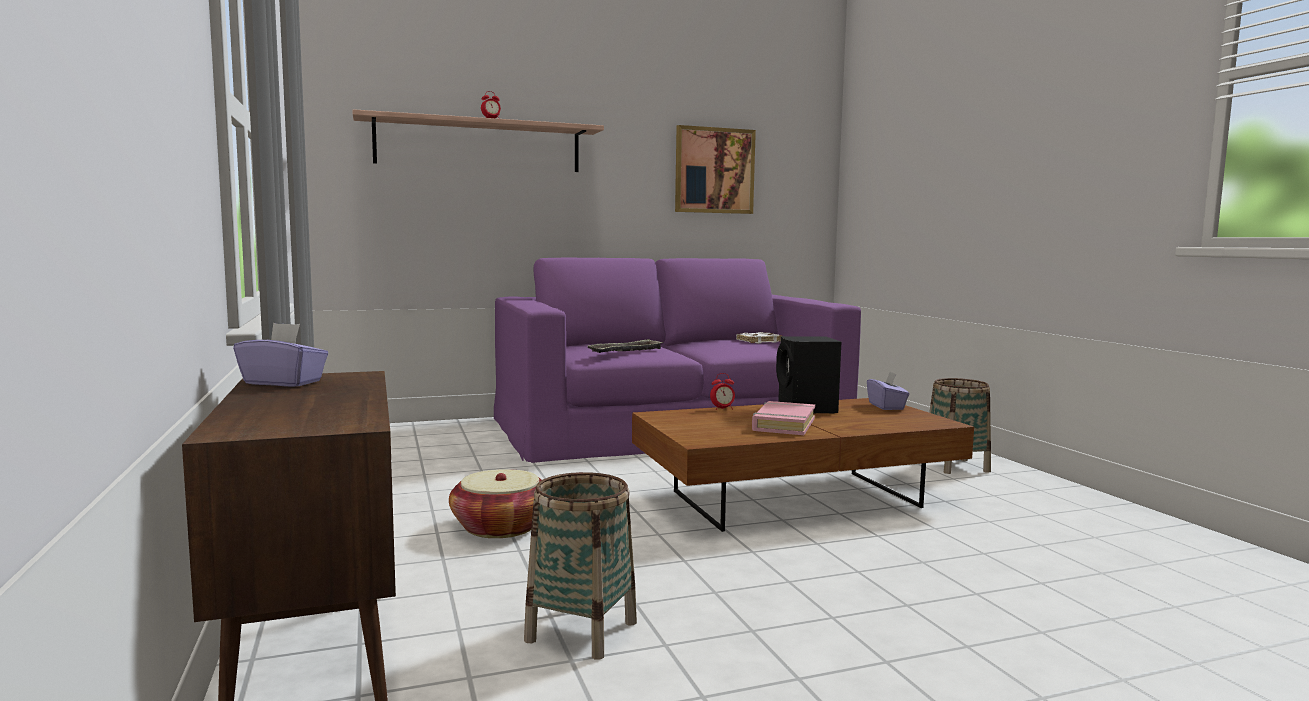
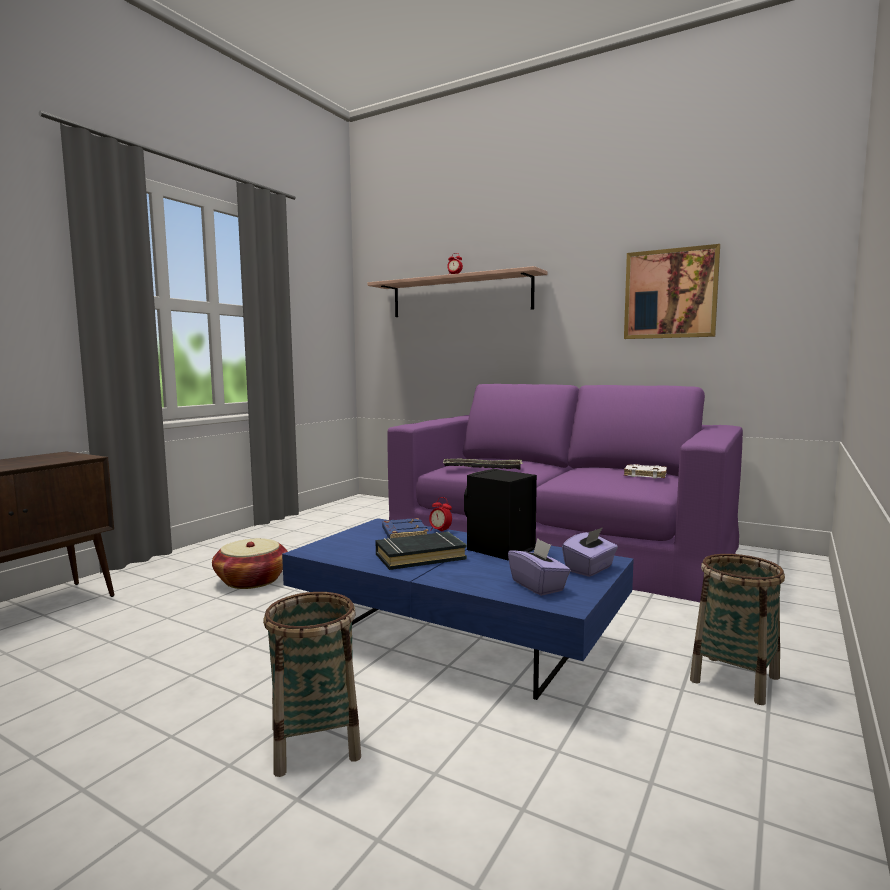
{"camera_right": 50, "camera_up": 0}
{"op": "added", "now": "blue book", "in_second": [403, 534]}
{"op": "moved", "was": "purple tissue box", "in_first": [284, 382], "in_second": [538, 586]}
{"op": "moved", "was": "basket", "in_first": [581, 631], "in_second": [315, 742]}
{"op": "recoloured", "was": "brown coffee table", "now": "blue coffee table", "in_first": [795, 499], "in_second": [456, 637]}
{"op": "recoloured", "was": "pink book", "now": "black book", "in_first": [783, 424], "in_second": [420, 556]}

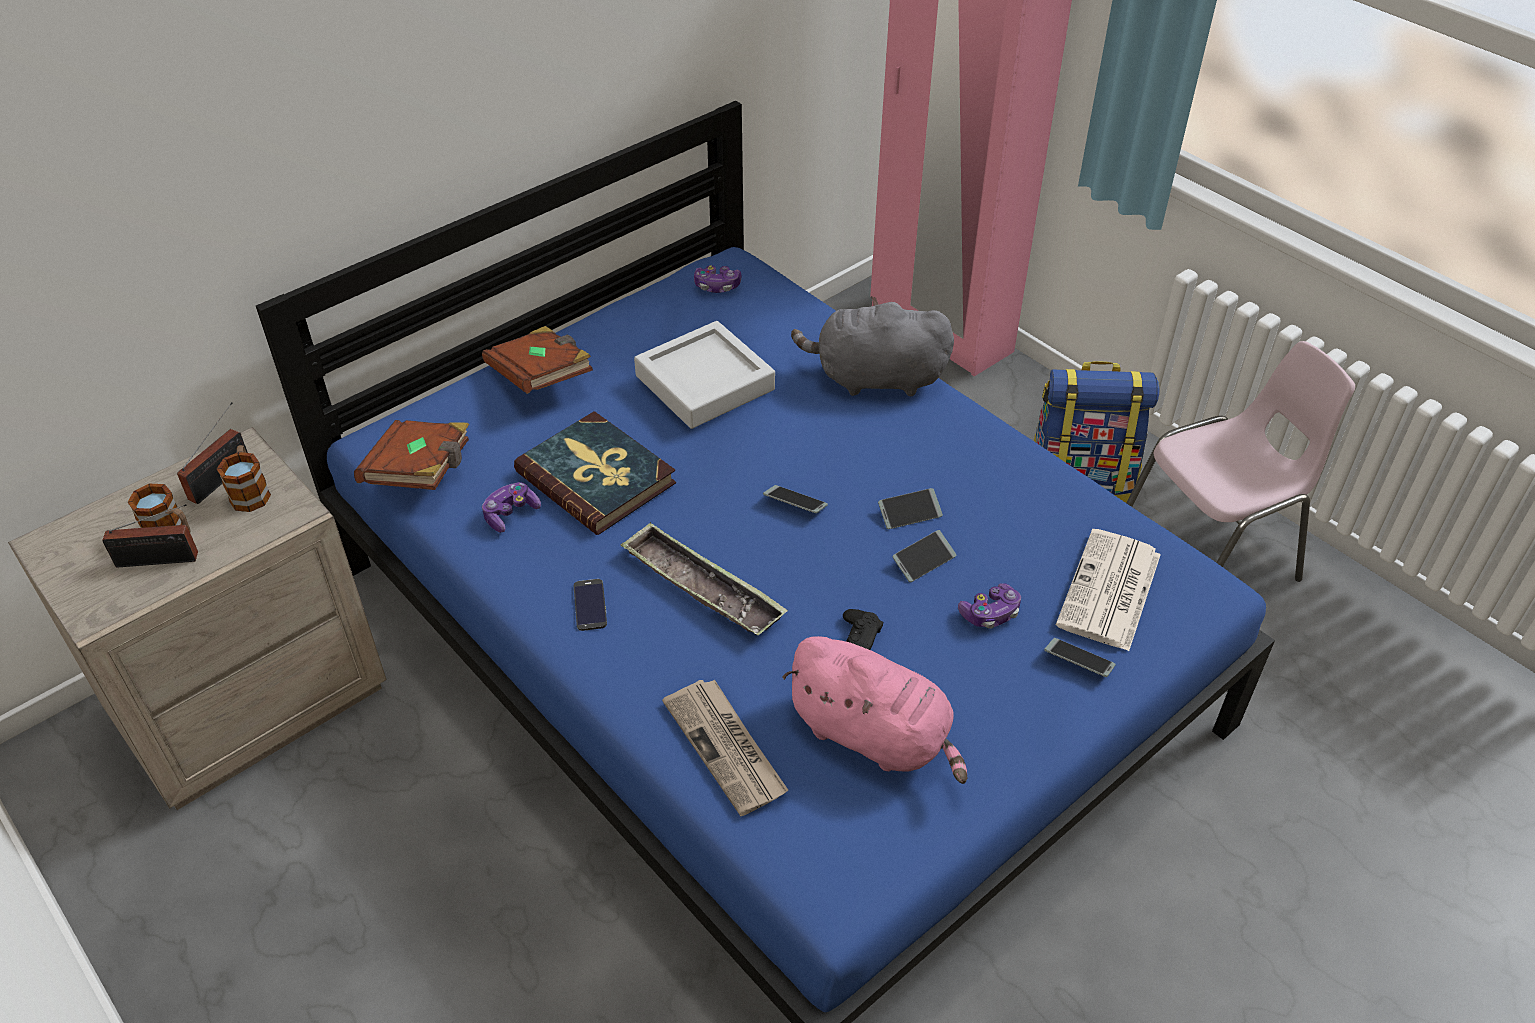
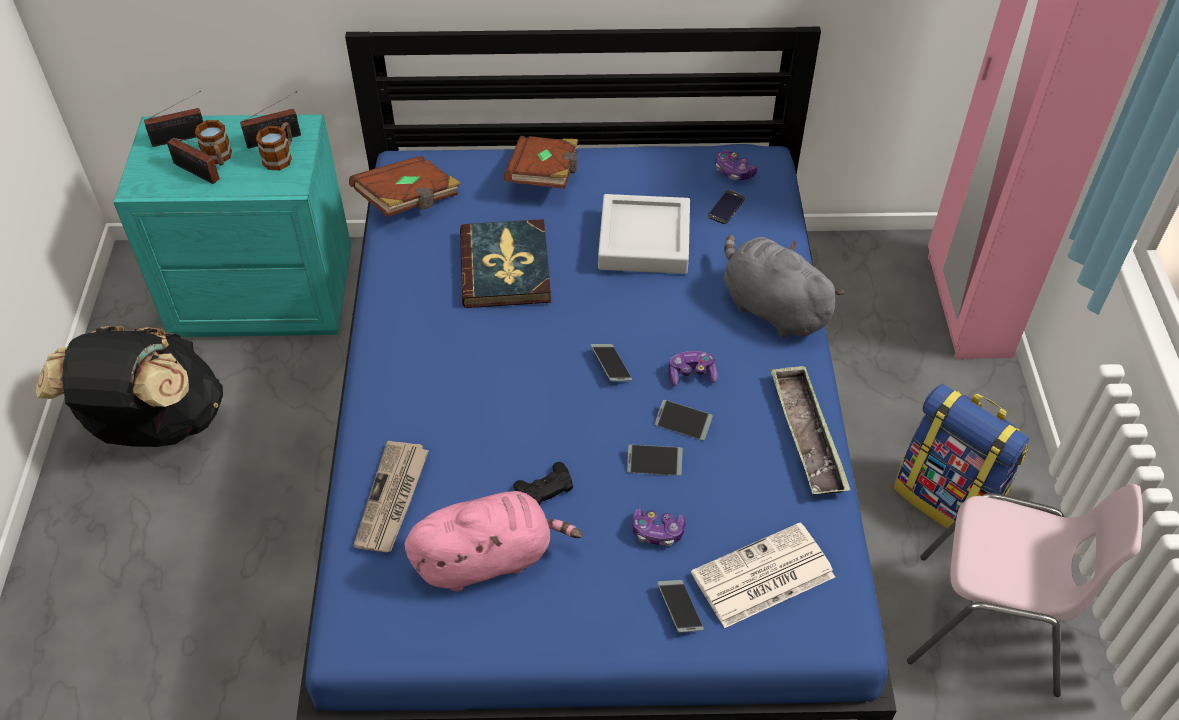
{"camera_right": 40, "camera_up": 5}
{"op": "added", "now": "black backpack", "in_second": [154, 427]}
{"op": "added", "now": "radio", "in_second": [182, 138]}
{"op": "moved", "was": "game controller", "in_first": [510, 514], "in_second": [691, 374]}
{"op": "moved", "was": "phone", "in_first": [590, 605], "in_second": [726, 207]}
{"op": "moved", "was": "tray", "in_first": [702, 587], "in_second": [807, 435]}
{"op": "recoloured", "was": "beige nightstand", "now": "turquoise nightstand", "in_first": [248, 700], "in_second": [264, 294]}
{"op": "turned", "was": "pink plush toy", "in_first": [874, 736], "in_second": [488, 558], "clockwise": -90}

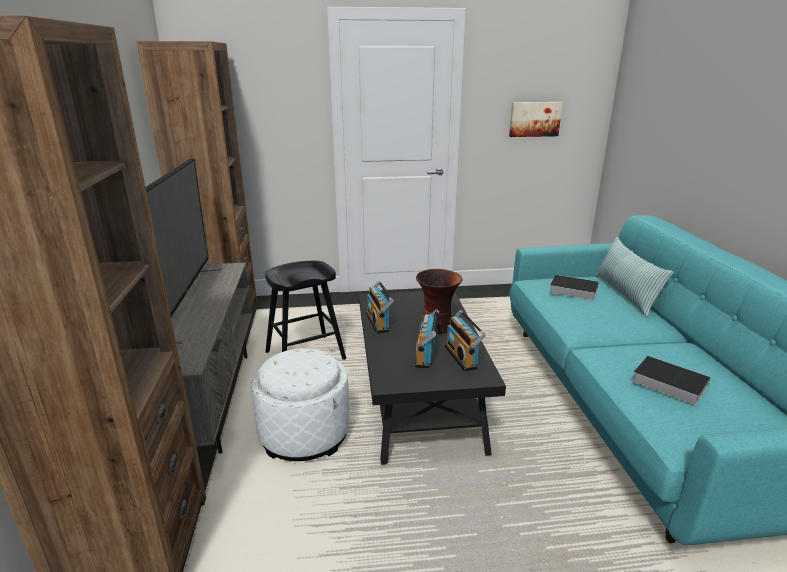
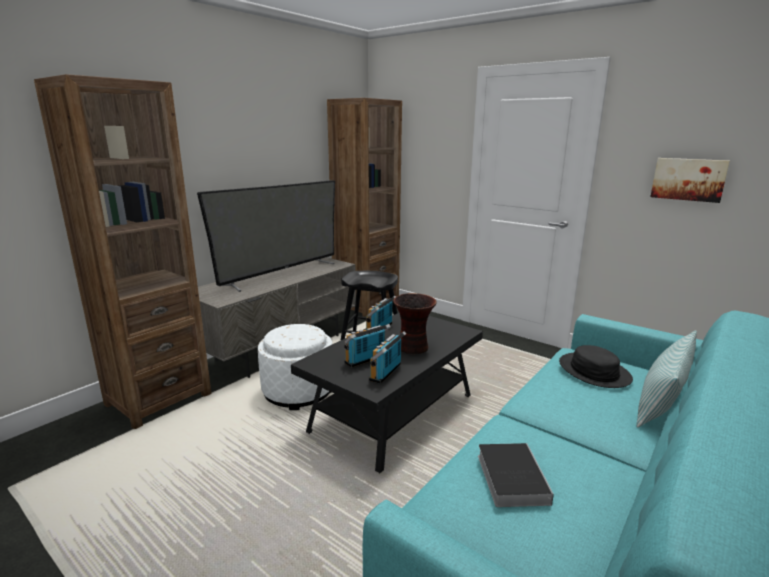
{"camera_right": 45, "camera_up": -5}
{"op": "replaced", "was": "book", "now": "black hat", "in_first": [571, 290], "in_second": [593, 371]}

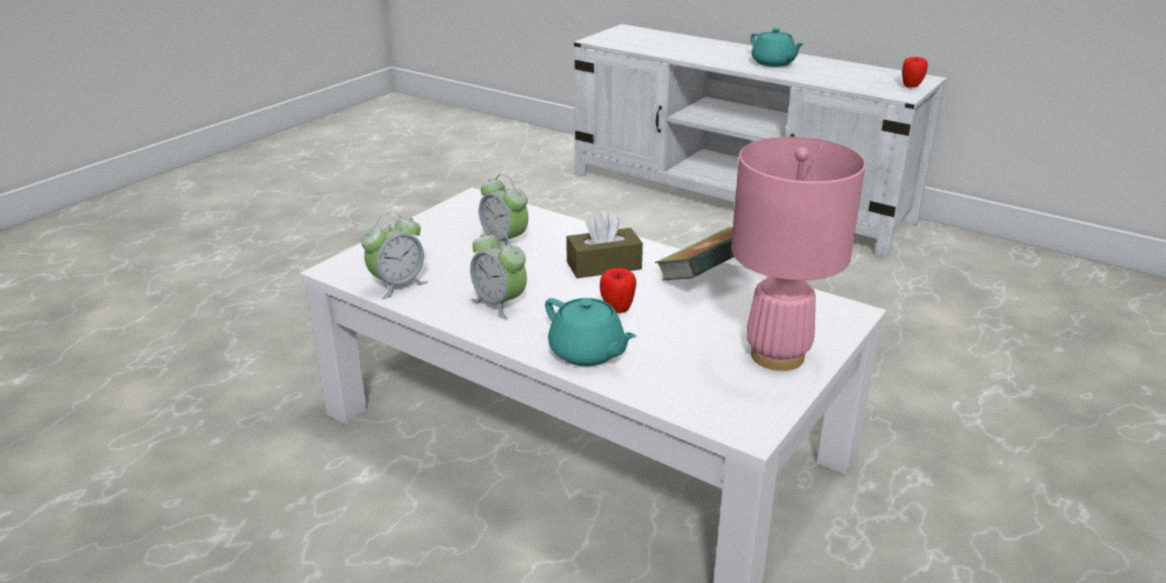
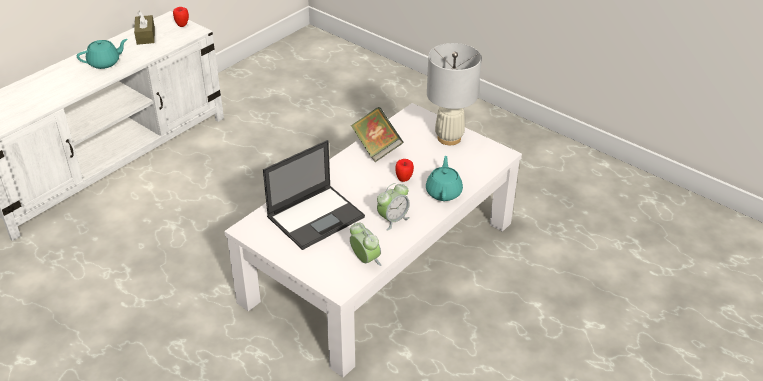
{"camera_right": -85, "camera_up": 10}
{"op": "moved", "was": "brown tissue box", "in_first": [604, 265], "in_second": [145, 36]}
{"op": "replaced", "was": "alarm clock", "now": "laptop", "in_first": [504, 242], "in_second": [316, 216]}
{"op": "recoloured", "was": "pink table lamp", "now": "white table lamp", "in_first": [777, 355], "in_second": [449, 138]}
{"op": "turned", "was": "turquoise teapot", "in_first": [587, 353], "in_second": [444, 192], "clockwise": -45}

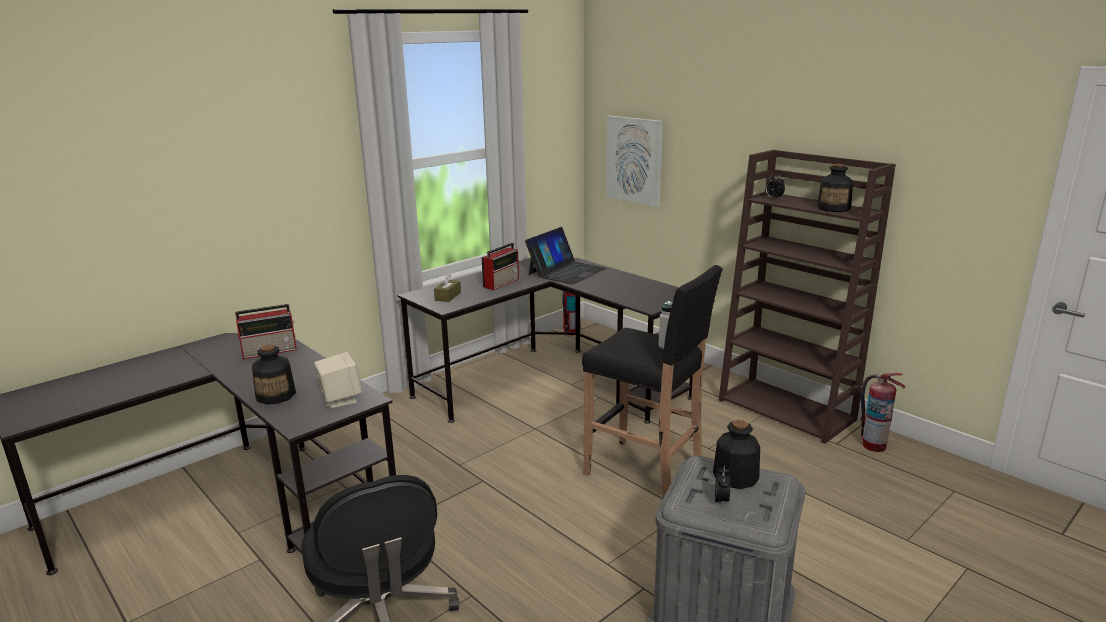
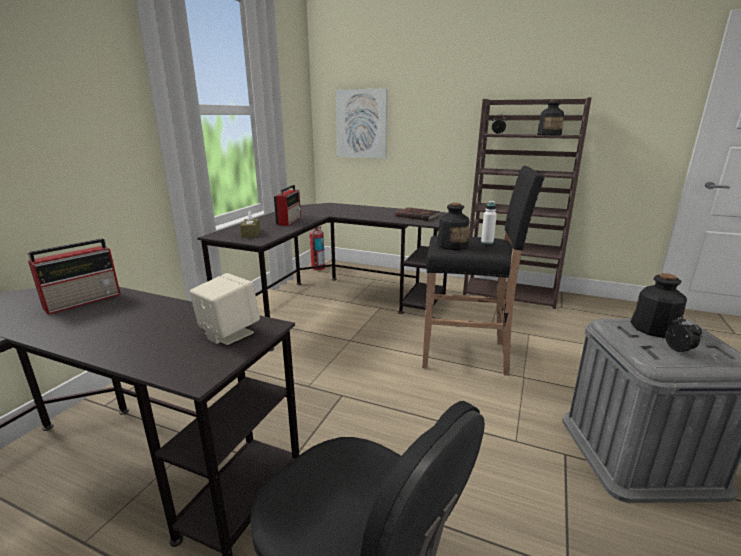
{"camera_right": -25, "camera_up": 0}
{"op": "removed", "was": "laptop", "in_first": [566, 271]}
{"op": "removed", "was": "fire extinguisher", "in_first": [873, 445]}
{"op": "added", "now": "brown book", "in_second": [417, 216]}
{"op": "moved", "was": "bottle", "in_first": [276, 395], "in_second": [452, 245]}

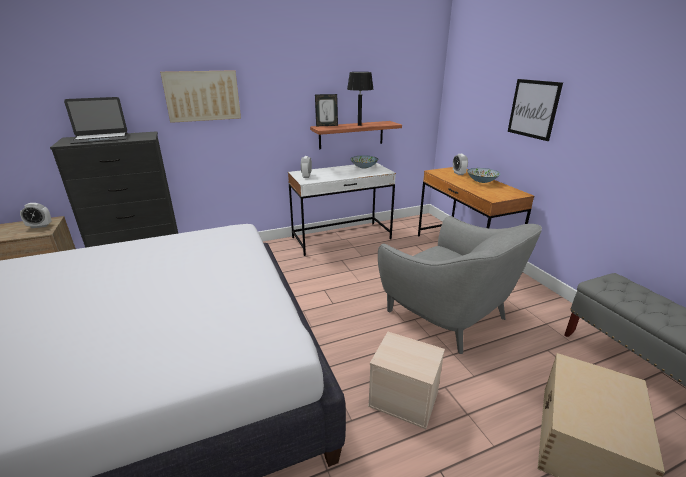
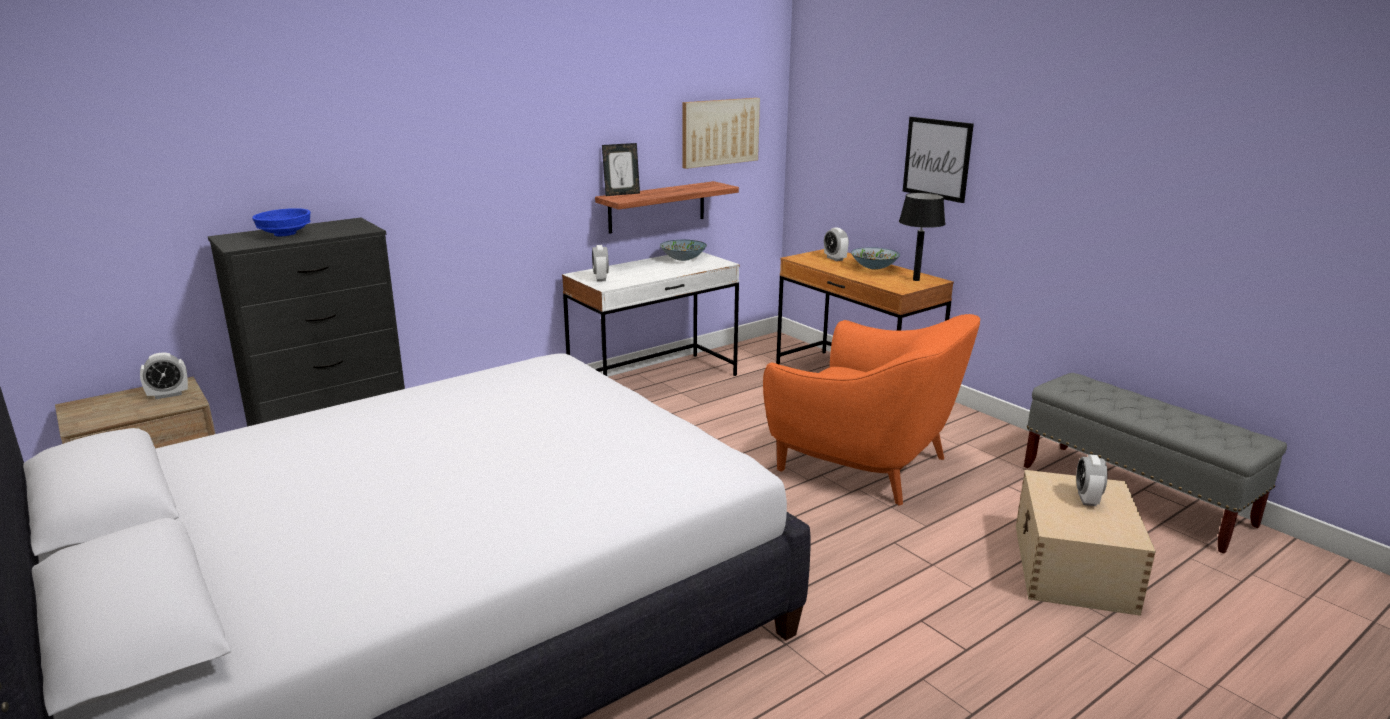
{"camera_right": -15, "camera_up": -5}
{"op": "removed", "was": "beige storage box", "in_first": [404, 398]}
{"op": "added", "now": "alarm clock", "in_second": [1087, 499]}
{"op": "moved", "was": "picture", "in_first": [202, 96], "in_second": [719, 132]}
{"op": "moved", "was": "black table lamp", "in_first": [359, 125], "in_second": [915, 280]}
{"op": "replaced", "was": "laptop", "now": "blue bowl", "in_first": [100, 138], "in_second": [285, 234]}
{"op": "recoloured", "was": "grey armchair", "now": "orange armchair", "in_first": [447, 314], "in_second": [864, 463]}

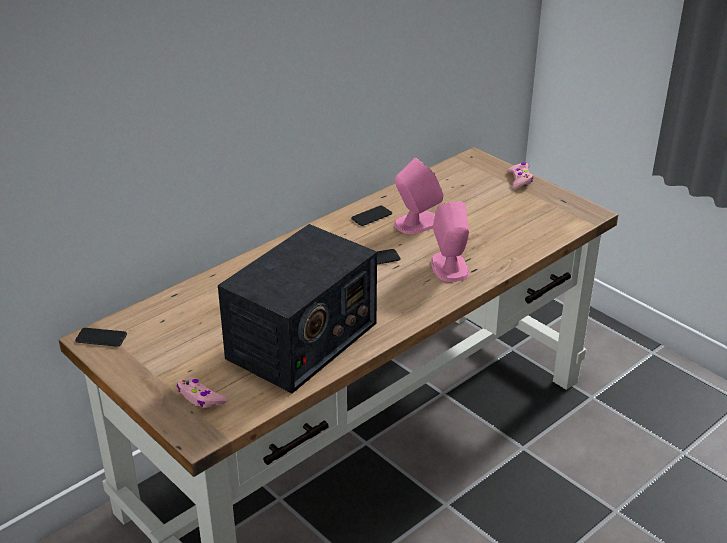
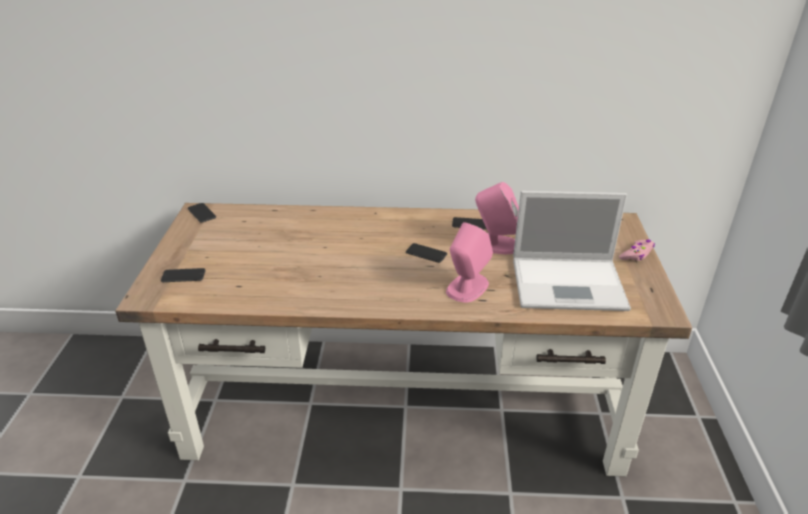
{"camera_right": 45, "camera_up": 0}
{"op": "removed", "was": "radio", "in_first": [301, 341]}
{"op": "added", "now": "laptop", "in_second": [570, 283]}
{"op": "replaced", "was": "pink game controller", "now": "phone", "in_first": [200, 398], "in_second": [183, 276]}

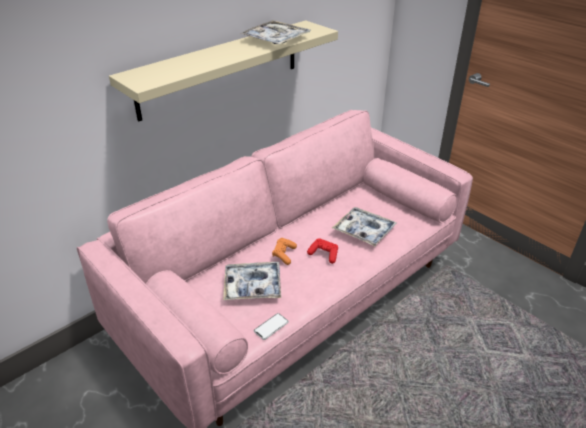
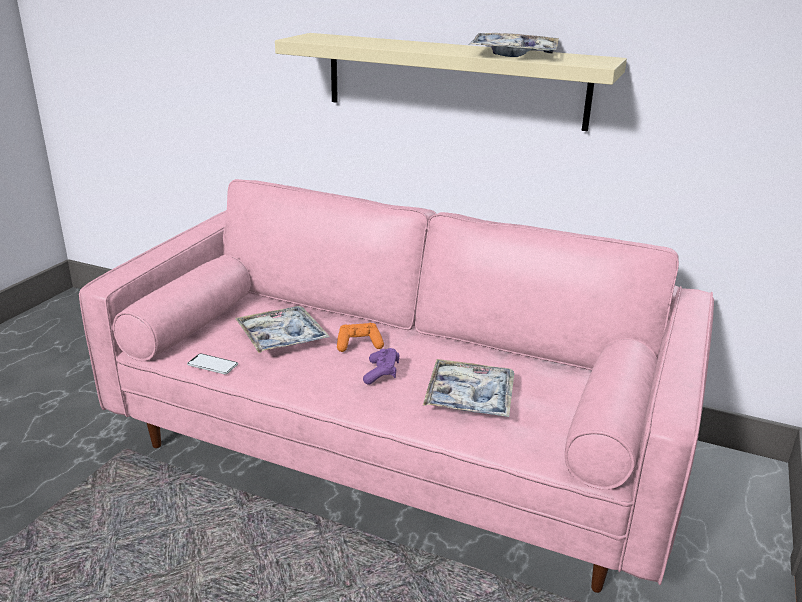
{"camera_right": 65, "camera_up": -10}
{"op": "recoloured", "was": "red game controller", "now": "purple game controller", "in_first": [324, 254], "in_second": [381, 373]}

